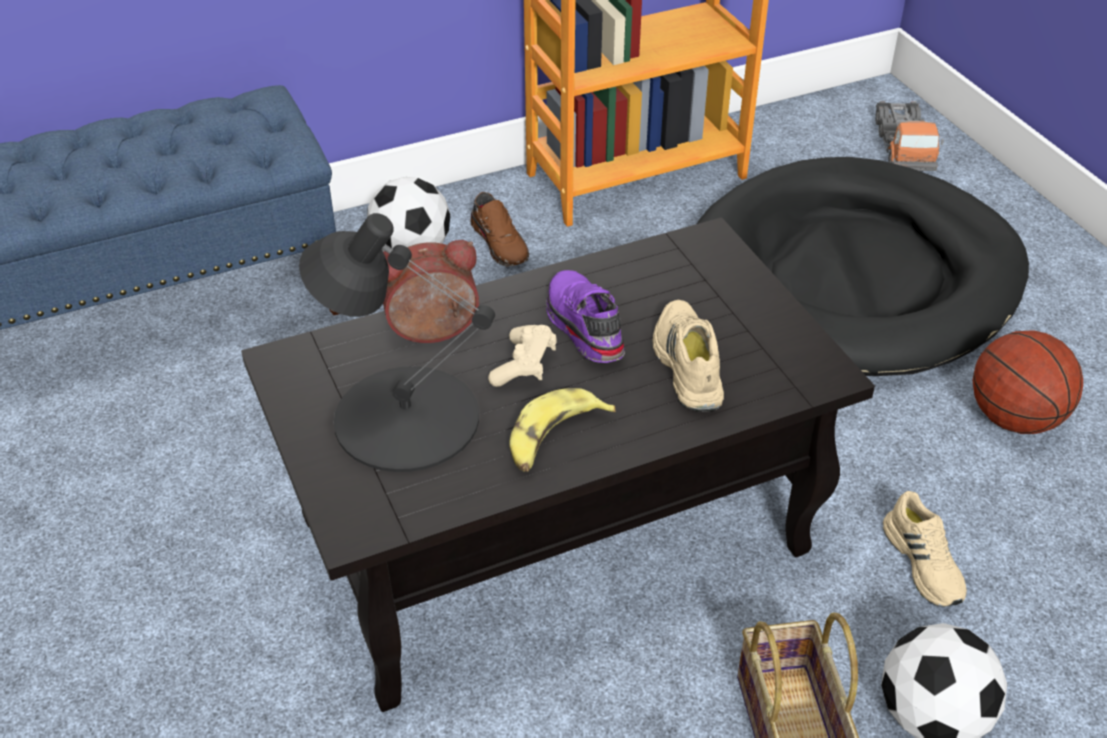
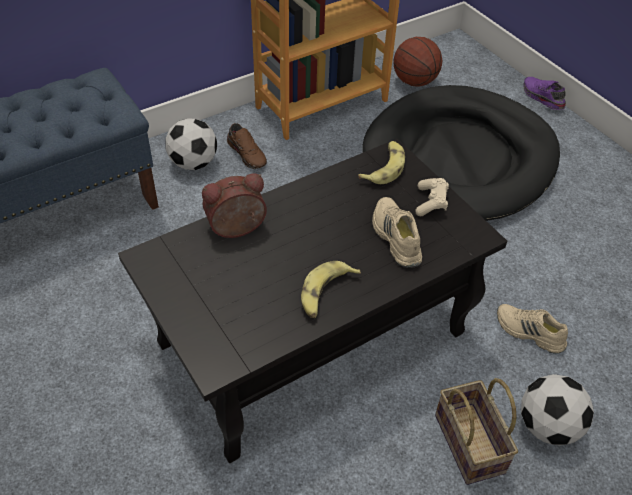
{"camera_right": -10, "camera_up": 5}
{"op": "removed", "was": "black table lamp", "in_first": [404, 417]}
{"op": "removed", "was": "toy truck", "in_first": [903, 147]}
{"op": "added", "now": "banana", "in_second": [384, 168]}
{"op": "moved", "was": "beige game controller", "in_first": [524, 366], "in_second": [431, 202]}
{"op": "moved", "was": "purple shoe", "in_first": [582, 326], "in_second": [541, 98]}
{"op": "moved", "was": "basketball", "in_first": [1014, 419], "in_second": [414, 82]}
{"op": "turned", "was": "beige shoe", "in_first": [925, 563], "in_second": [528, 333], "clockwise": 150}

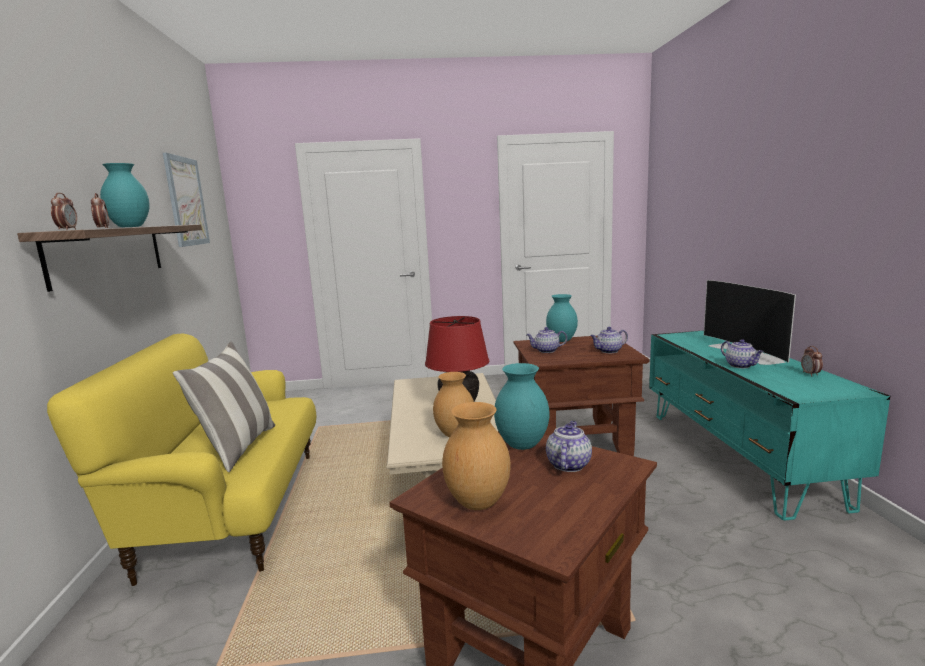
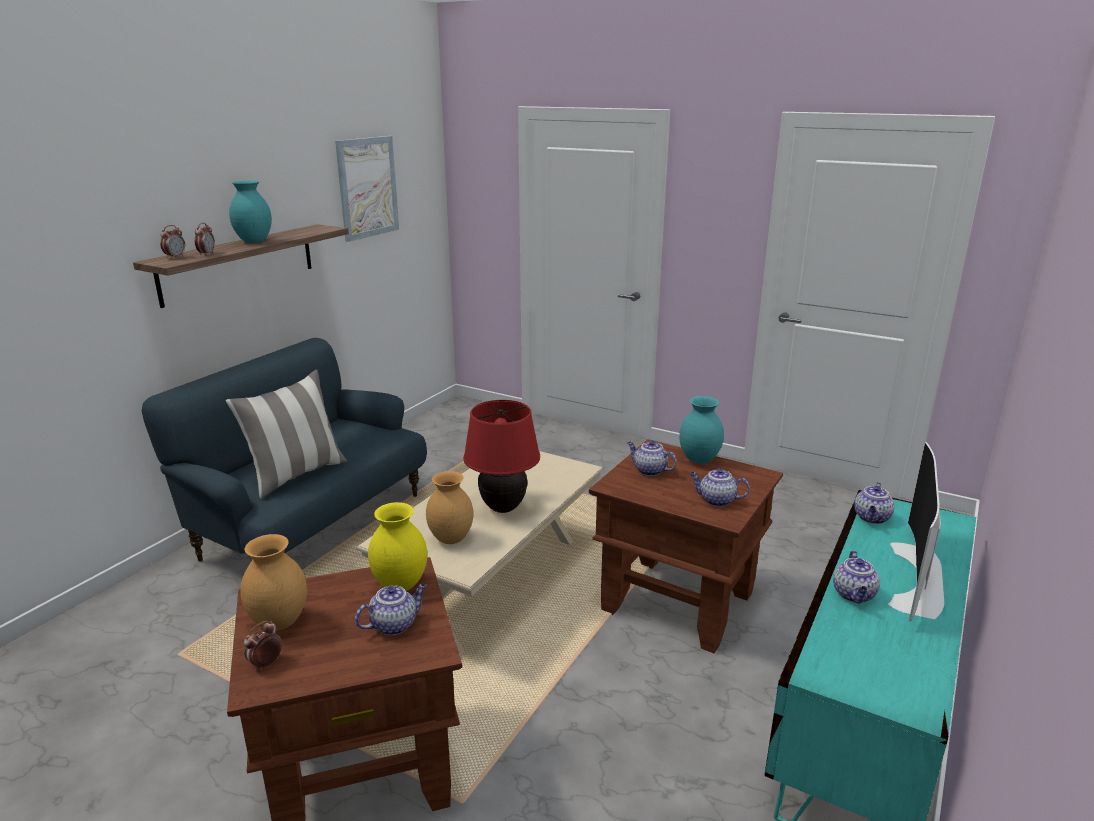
{"camera_right": 35, "camera_up": 10}
{"op": "added", "now": "teapot", "in_second": [872, 518]}
{"op": "moved", "was": "alarm clock", "in_first": [810, 374], "in_second": [266, 663]}
{"op": "recoloured", "was": "yellow sofa", "now": "blue sofa", "in_first": [232, 510], "in_second": [311, 525]}
{"op": "recoloured", "was": "turquoise vase", "now": "yellow vase", "in_first": [521, 444], "in_second": [400, 585]}

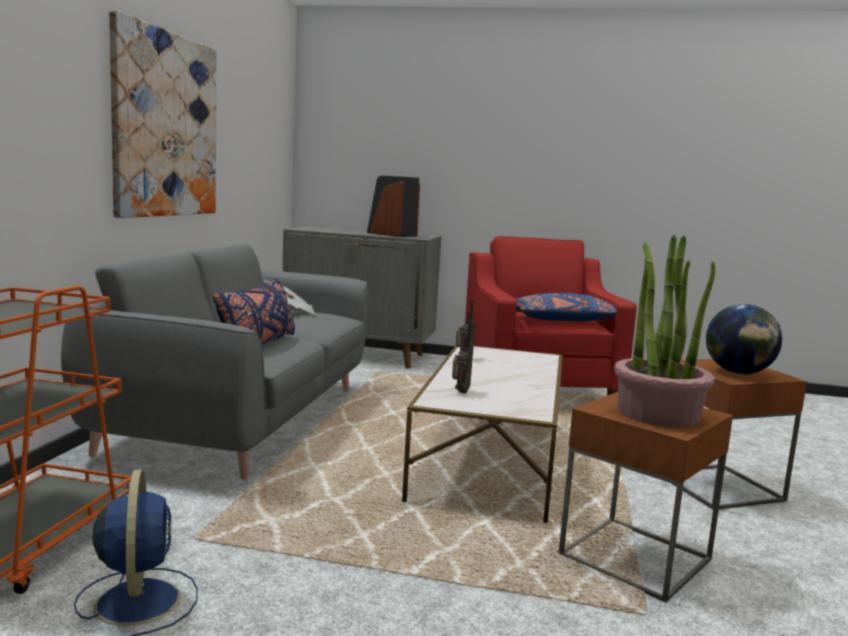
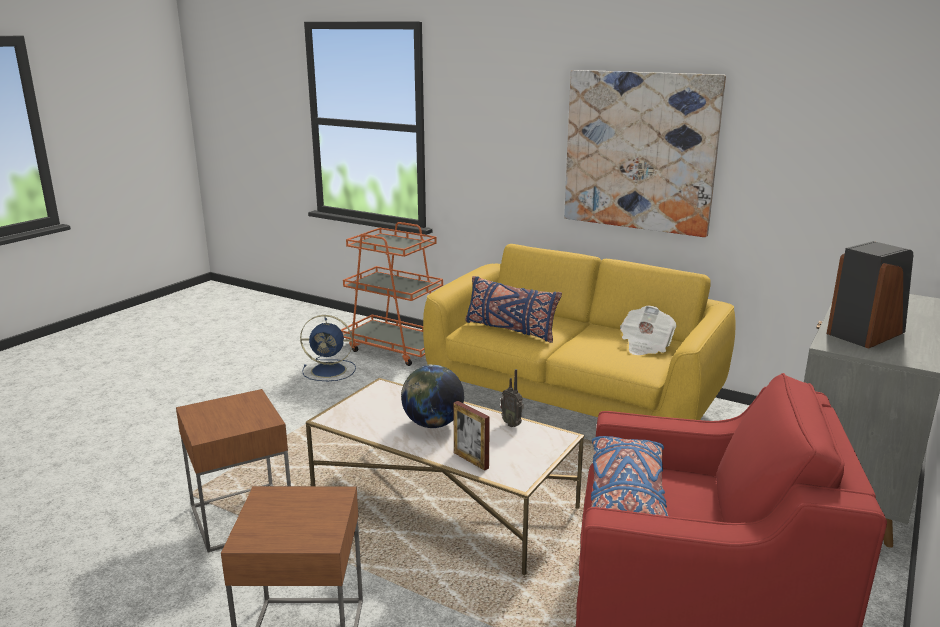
{"camera_right": 110, "camera_up": 10}
{"op": "removed", "was": "radio", "in_first": [460, 392]}
{"op": "removed", "was": "potted plant", "in_first": [658, 413]}
{"op": "added", "now": "picture frame", "in_second": [471, 460]}
{"op": "moved", "was": "globe", "in_first": [738, 373], "in_second": [433, 424]}
{"op": "recoloured", "was": "grey sofa", "now": "yellow sofa", "in_first": [241, 418], "in_second": [573, 400]}

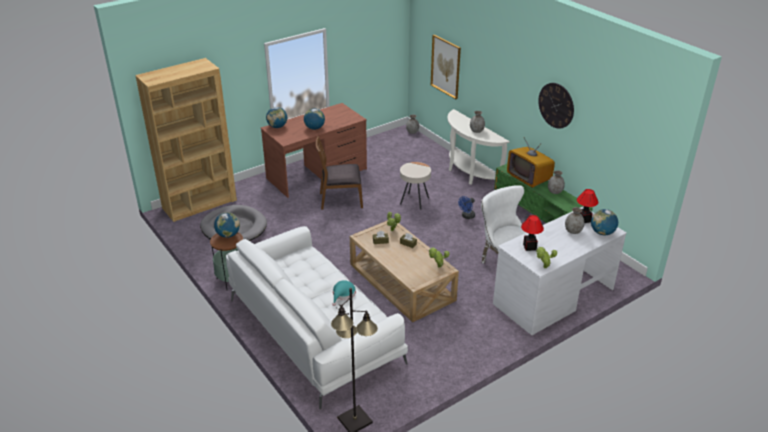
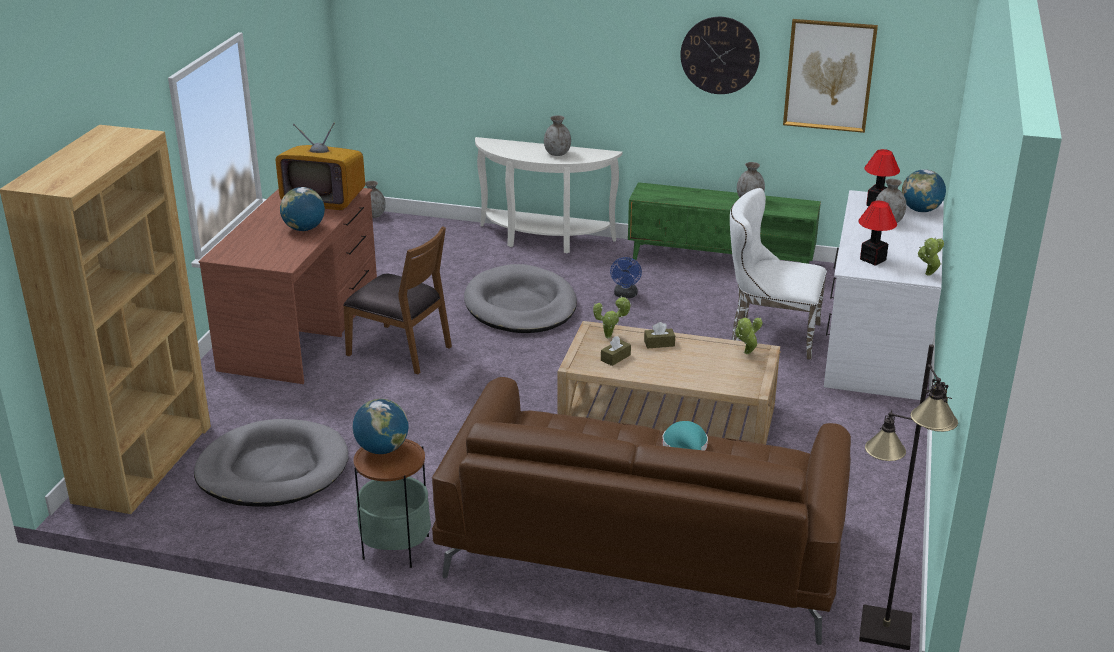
{"camera_right": -40, "camera_up": -5}
{"op": "removed", "was": "globe", "in_first": [277, 127]}
{"op": "moved", "was": "picture", "in_first": [446, 66], "in_second": [829, 75]}
{"op": "moved", "was": "television", "in_first": [529, 178], "in_second": [324, 199]}
{"op": "replaced", "was": "beige side table", "now": "grey dog bed", "in_first": [414, 201], "in_second": [521, 305]}
{"op": "recoloured", "was": "white sofa", "now": "brown sofa", "in_first": [313, 329], "in_second": [642, 546]}
{"op": "turned", "was": "brown chair", "in_first": [340, 199], "in_second": [401, 350], "clockwise": -105}

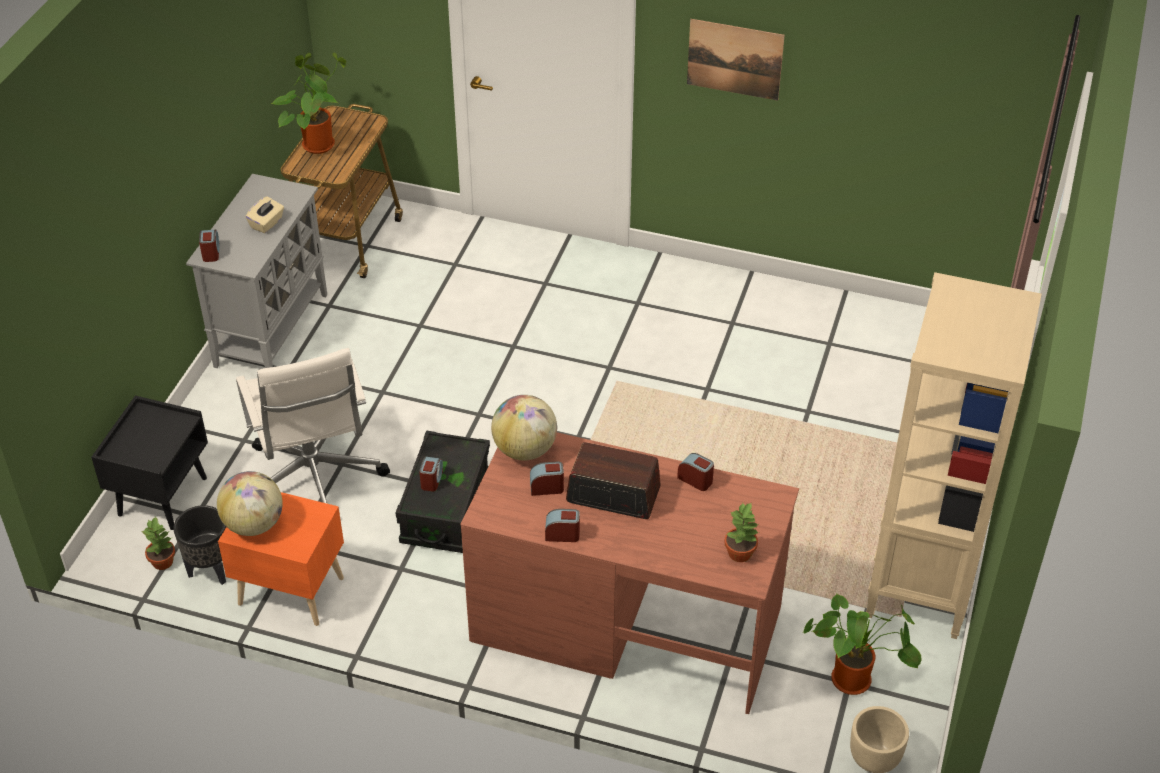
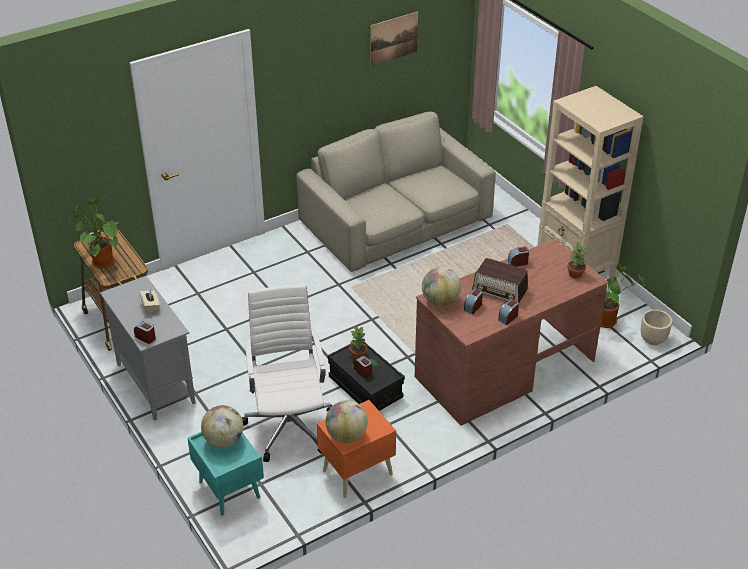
{"camera_right": -50, "camera_up": -5}
{"op": "removed", "was": "black planter", "in_first": [210, 571]}
{"op": "added", "now": "globe", "in_second": [224, 440]}
{"op": "added", "now": "beige sofa", "in_second": [396, 221]}
{"op": "moved", "was": "potted plant", "in_first": [163, 562], "in_second": [358, 355]}
{"op": "moved", "was": "picture", "in_first": [734, 59], "in_second": [393, 38]}
{"op": "recoloured", "was": "black nightstand", "now": "turquoise nightstand", "in_first": [162, 495], "in_second": [228, 489]}
{"op": "turned", "was": "white office chair", "in_first": [314, 481], "in_second": [289, 425], "clockwise": -120}
{"op": "turned", "was": "radio", "in_first": [612, 494], "in_second": [500, 290], "clockwise": -120}

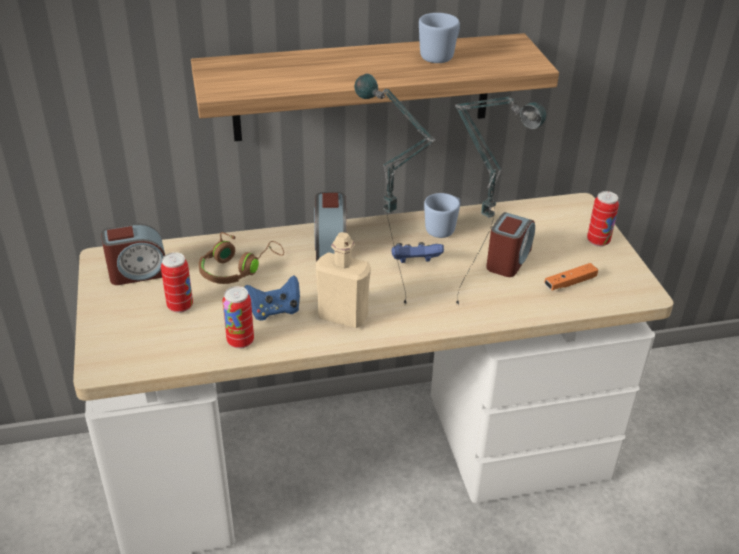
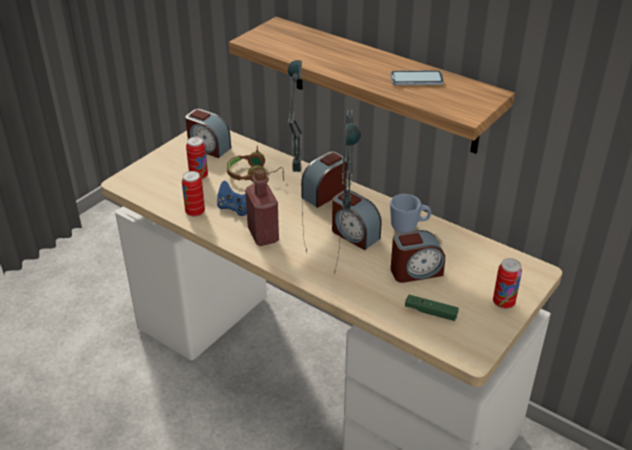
{"camera_right": 50, "camera_up": 0}
{"op": "replaced", "was": "blue game controller", "now": "alarm clock", "in_first": [415, 263], "in_second": [354, 234]}
{"op": "replaced", "was": "blue mug", "now": "phone", "in_first": [440, 56], "in_second": [416, 79]}
{"op": "recoloured", "was": "beige bottle", "now": "red bottle", "in_first": [343, 316], "in_second": [263, 235]}
{"op": "recoloured", "was": "orange game controller", "now": "green game controller", "in_first": [570, 283], "in_second": [430, 312]}

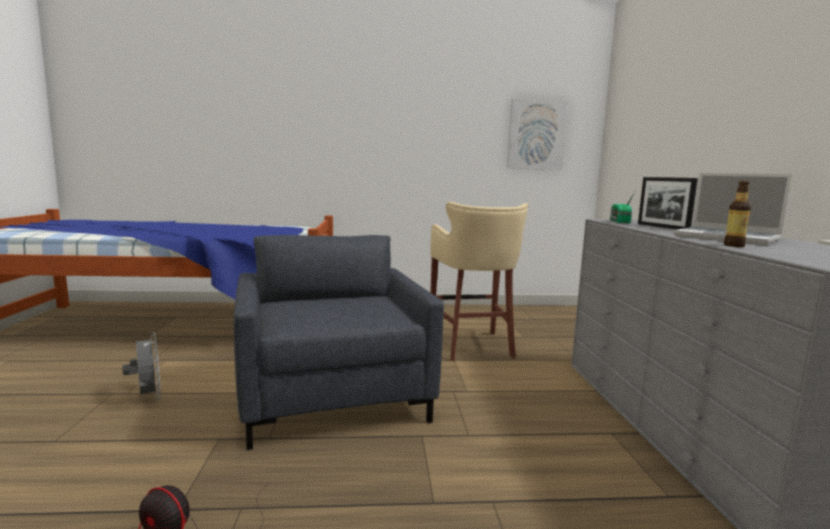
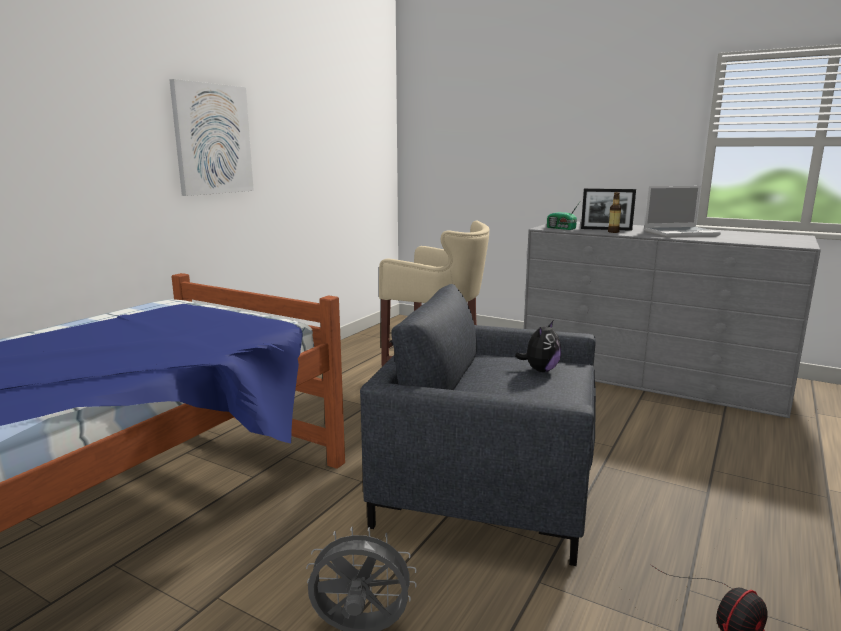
{"camera_right": -55, "camera_up": 5}
{"op": "added", "now": "plush toy", "in_second": [540, 370]}
{"op": "moved", "was": "picture", "in_first": [536, 135], "in_second": [212, 139]}
{"op": "moved", "was": "bottle", "in_first": [734, 245], "in_second": [613, 232]}

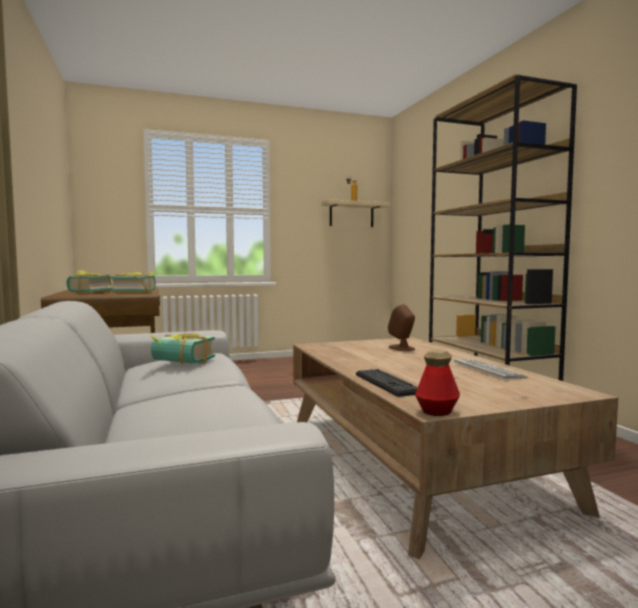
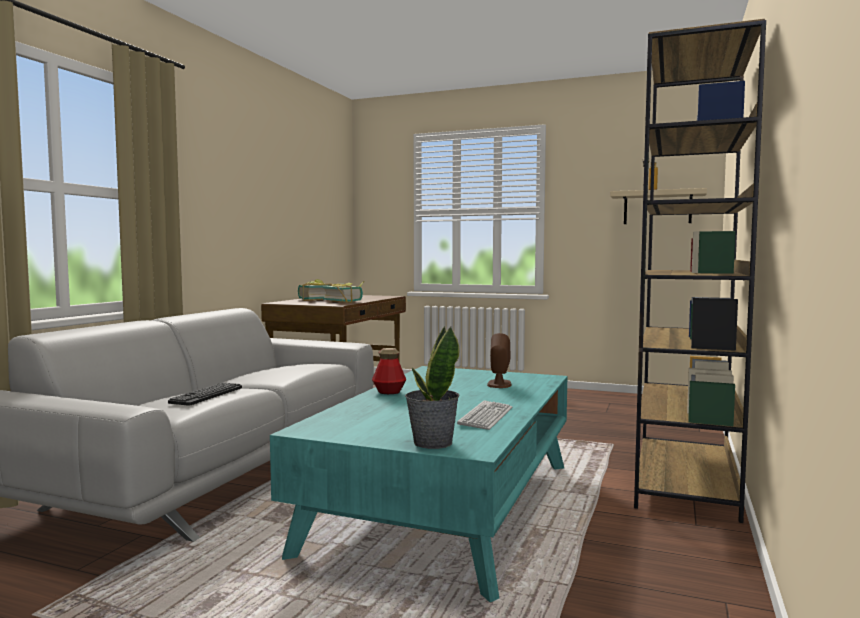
{"camera_right": 40, "camera_up": 0}
{"op": "removed", "was": "book", "in_first": [179, 363]}
{"op": "added", "now": "potted plant", "in_second": [432, 443]}
{"op": "moved", "was": "keyboard", "in_first": [387, 383], "in_second": [207, 395]}
{"op": "moved", "was": "bottle", "in_first": [437, 411], "in_second": [389, 392]}
{"op": "recoloured", "was": "brown coffee table", "now": "turquoise coffee table", "in_first": [413, 459], "in_second": [447, 505]}

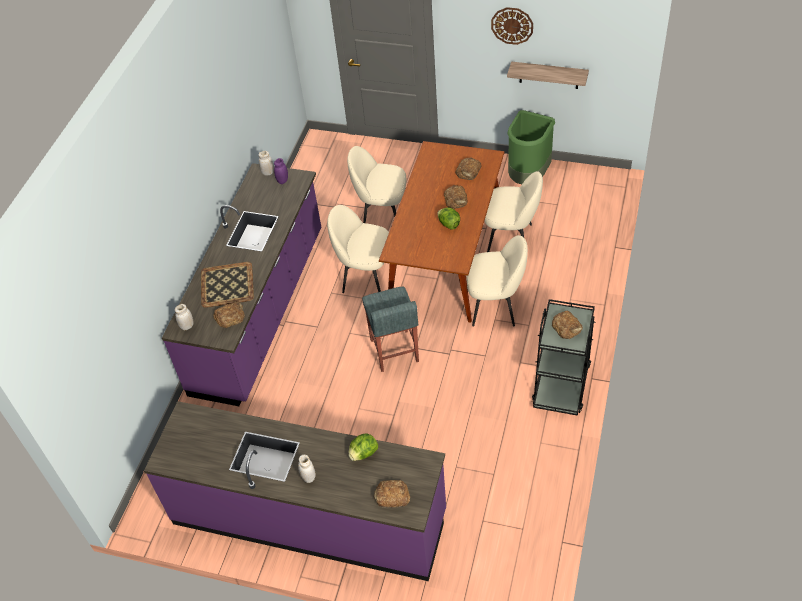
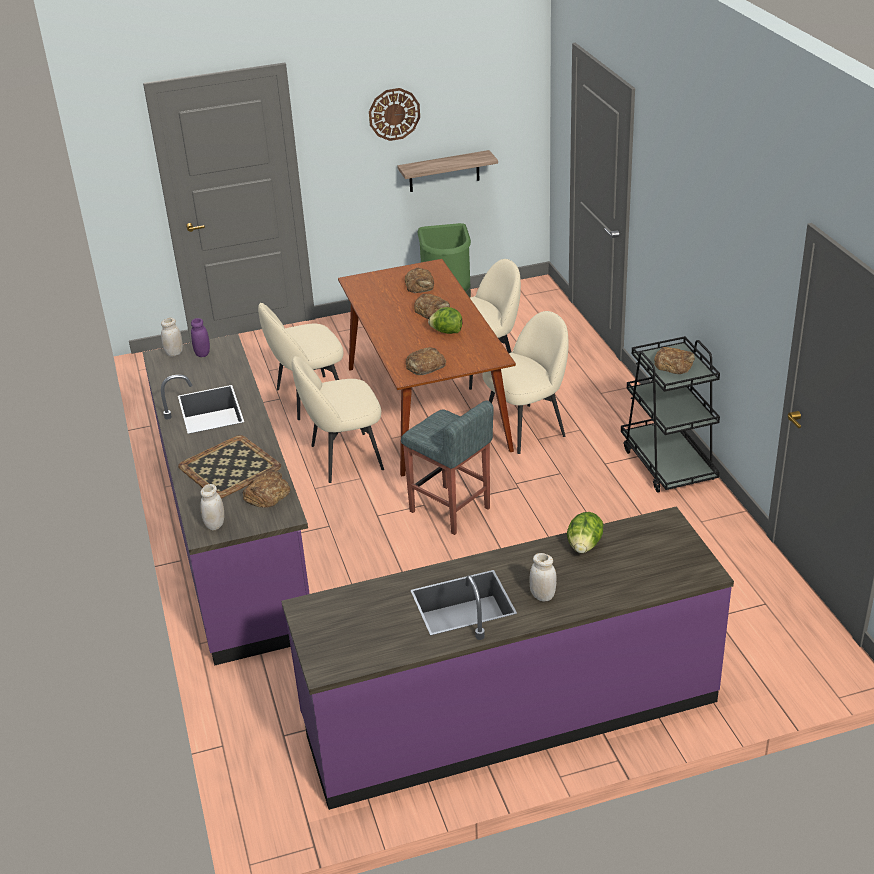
{"camera_right": -35, "camera_up": -15}
{"op": "moved", "was": "bread", "in_first": [391, 496], "in_second": [425, 366]}

